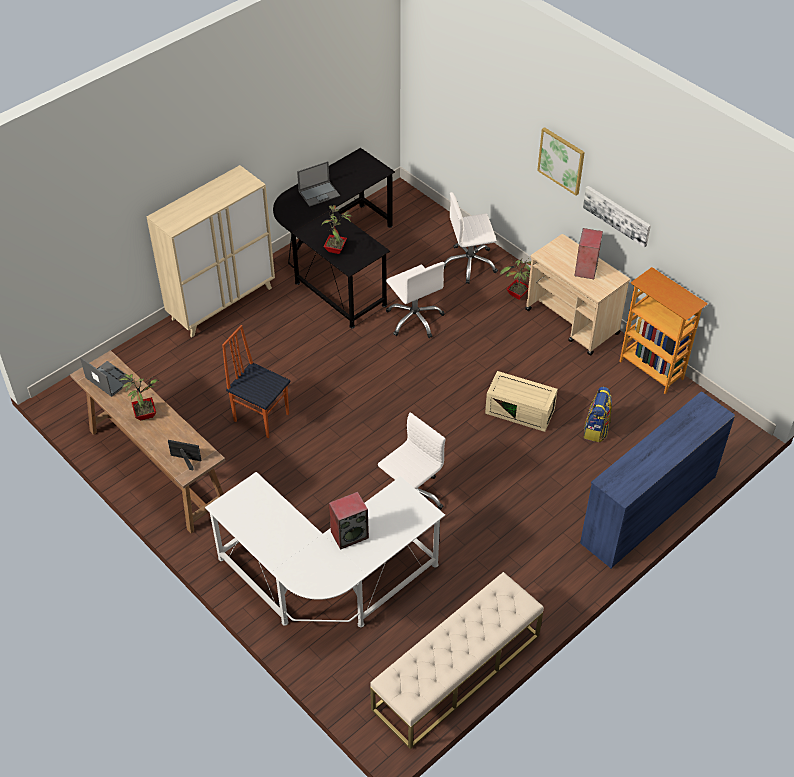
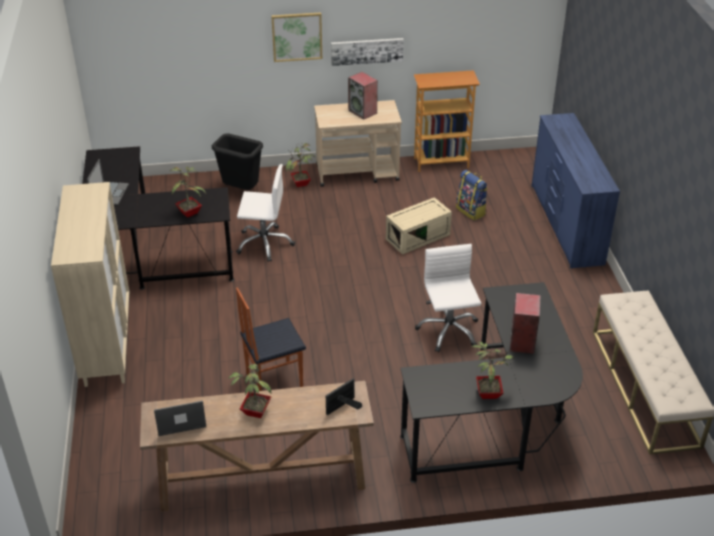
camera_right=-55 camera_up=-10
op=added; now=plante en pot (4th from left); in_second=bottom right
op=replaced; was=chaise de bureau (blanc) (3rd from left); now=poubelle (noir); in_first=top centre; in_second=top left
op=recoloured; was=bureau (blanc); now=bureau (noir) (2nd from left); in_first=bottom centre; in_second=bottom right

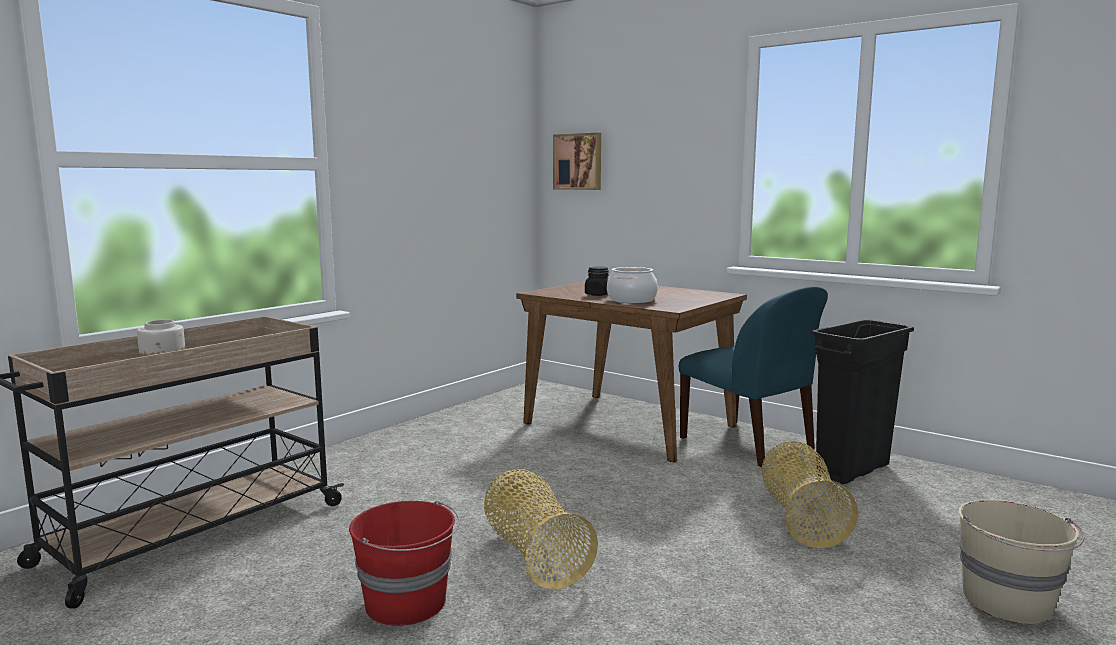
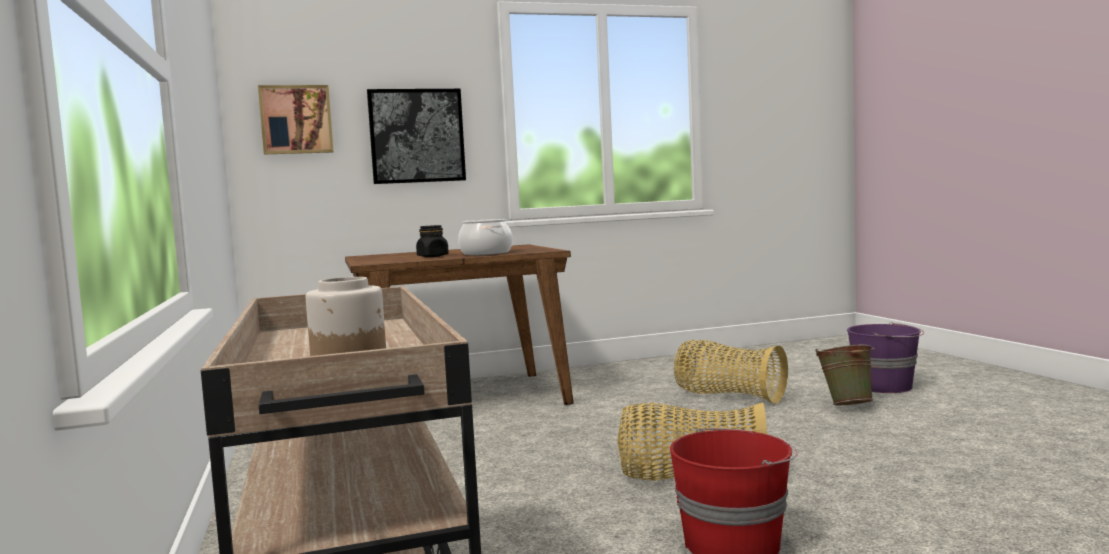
camera_right=-55 camera_up=-5
op=removed; was=chaise (bleu); in_first=middle right
op=removed; was=poubelle (noir); in_first=middle right
op=added; now=tableau (2nd from left); in_second=top centre
op=added; now=seau (vert); in_second=bottom right
op=recoloured; was=seau (beige); now=seau (violet); in_first=bottom right; in_second=middle right

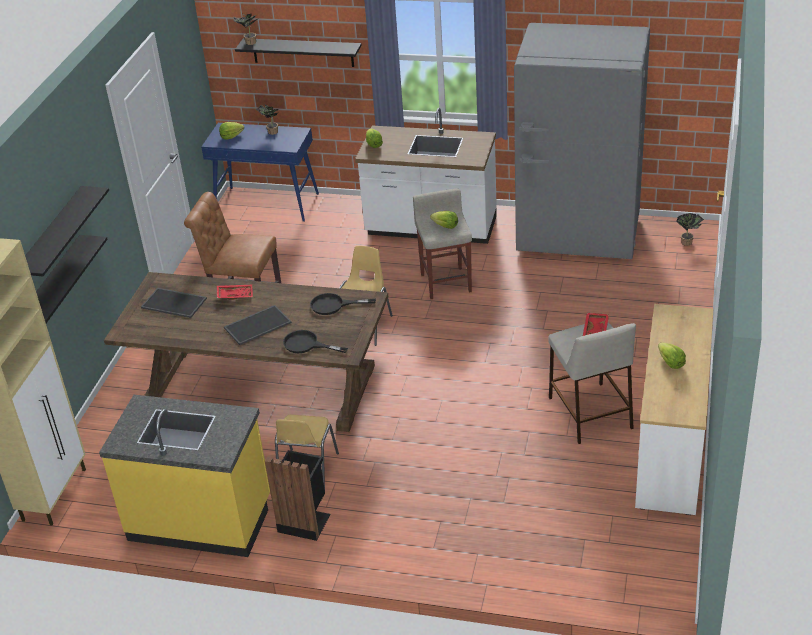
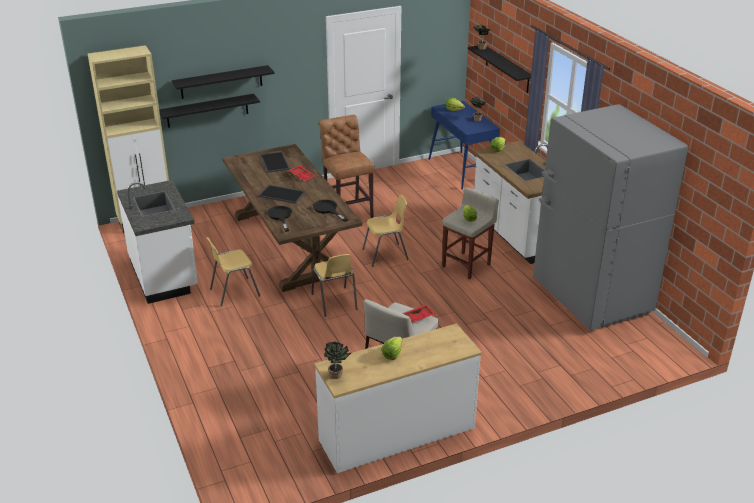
camera_right=50 camera_up=-5
op=removed; was=poubelle (noir); in_first=bottom centre
op=added; now=chaise (jaune) (2nd from left); in_second=centre
op=moved; was=plante en pot (3rd from left in the first image); now=plante en pot (1st from left); in_first=middle right; in_second=bottom centre
op=recoloured; was=comptoir de cuisine (jaune); now=comptoir de cuisine (blanc) (1st from left); in_first=bottom left; in_second=middle left

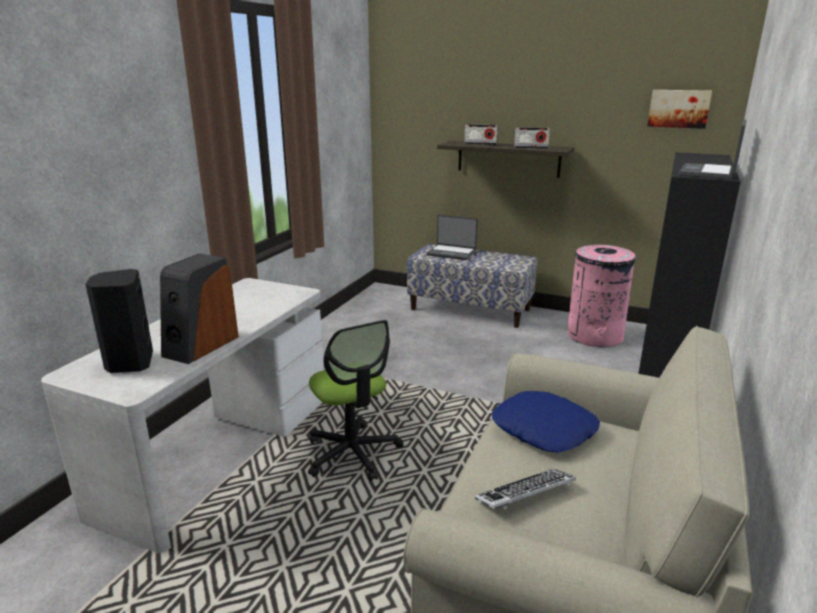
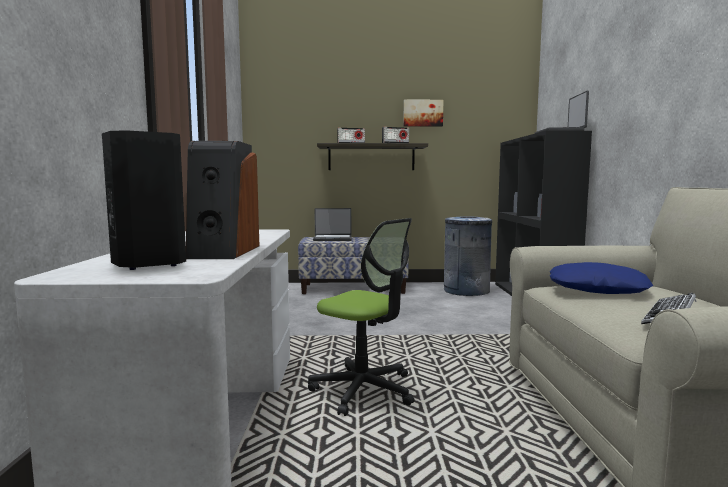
camera_right=-25 camera_up=-15
op=moved; was=tableau; in_first=top right; in_second=top centre
op=recoloured; was=poubelle (rose); now=poubelle (gris); in_first=middle right; in_second=centre

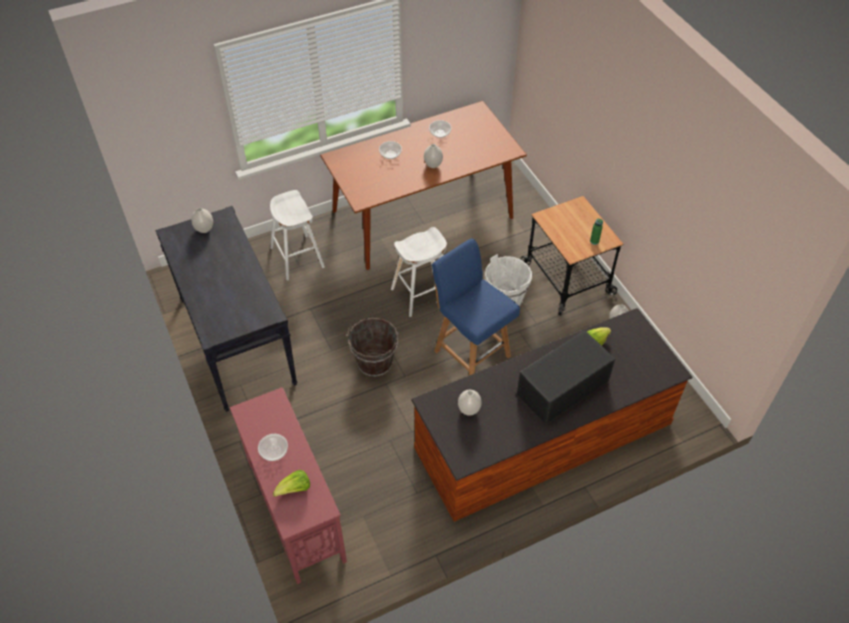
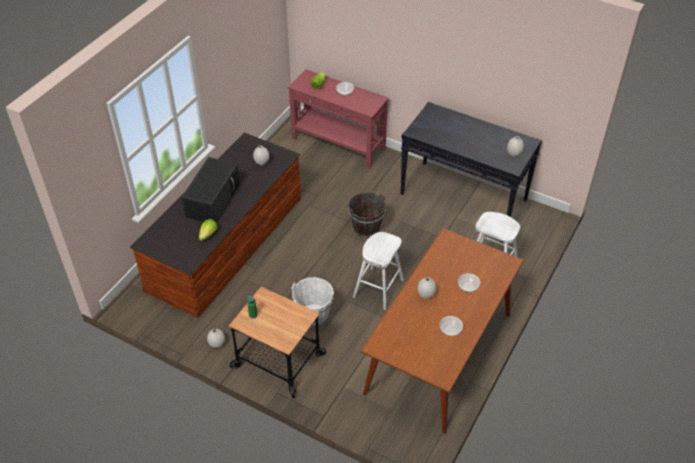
camera_right=145 camera_up=-5
op=removed; was=chaise (bleu); in_first=centre

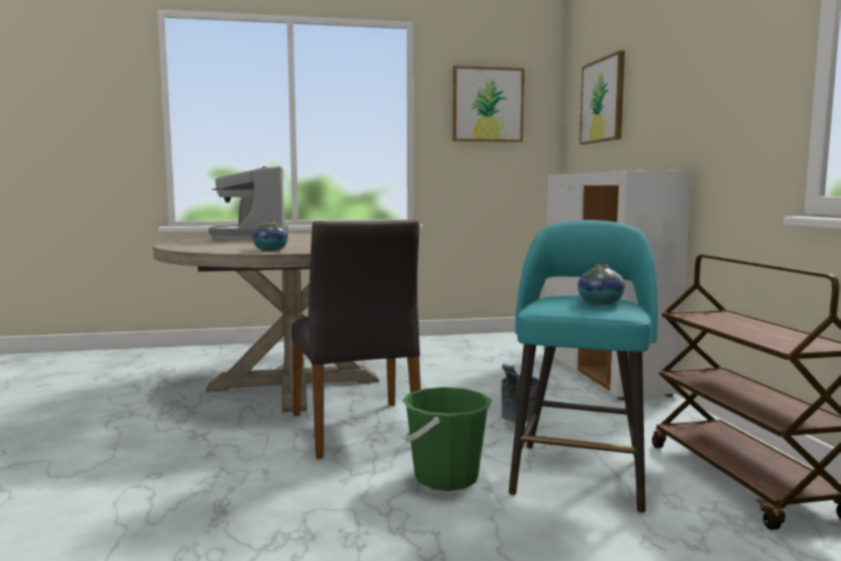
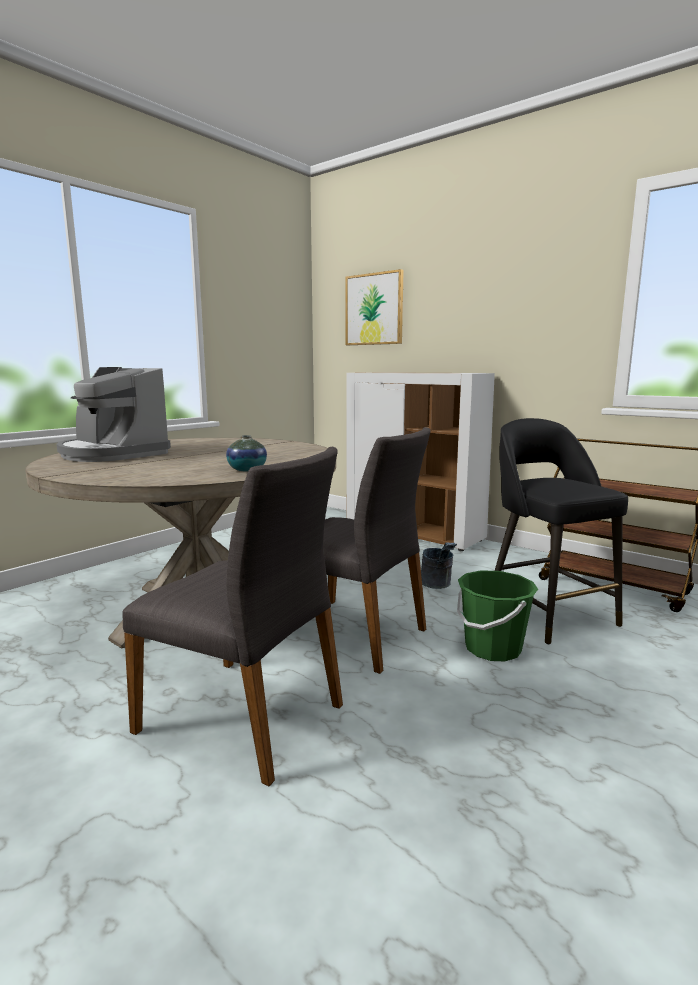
camera_right=-40 camera_up=5
op=removed; was=tableau (1st from left); in_first=top centre
op=removed; was=vase (2nd from left); in_first=middle right
op=added; now=chaise (gris) (1st from left); in_second=middle left
op=recoloured; was=tabouret (turquoise); now=tabouret (noir); in_first=middle right; in_second=middle right

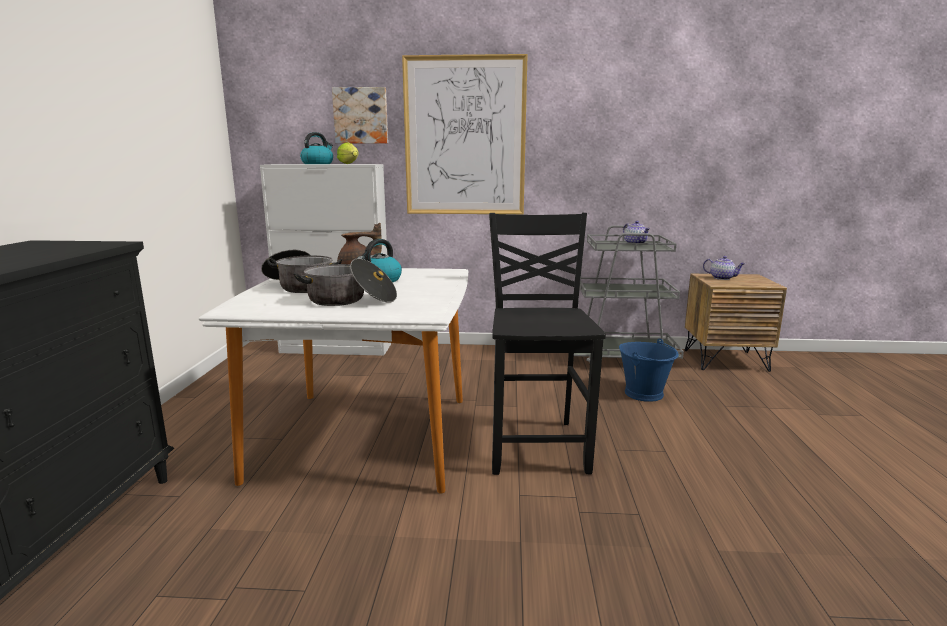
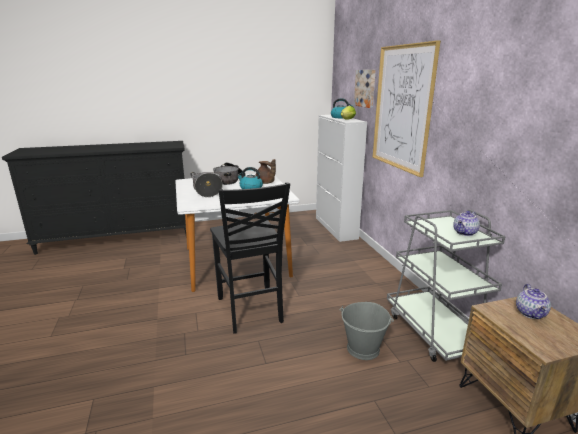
camera_right=70 camera_up=5
op=recoloured; was=seau (bleu); now=seau (gris); in_first=middle right; in_second=bottom centre
op=turned; was=chaise (noir); in_first=centre; in_second=centre; clockwise=90

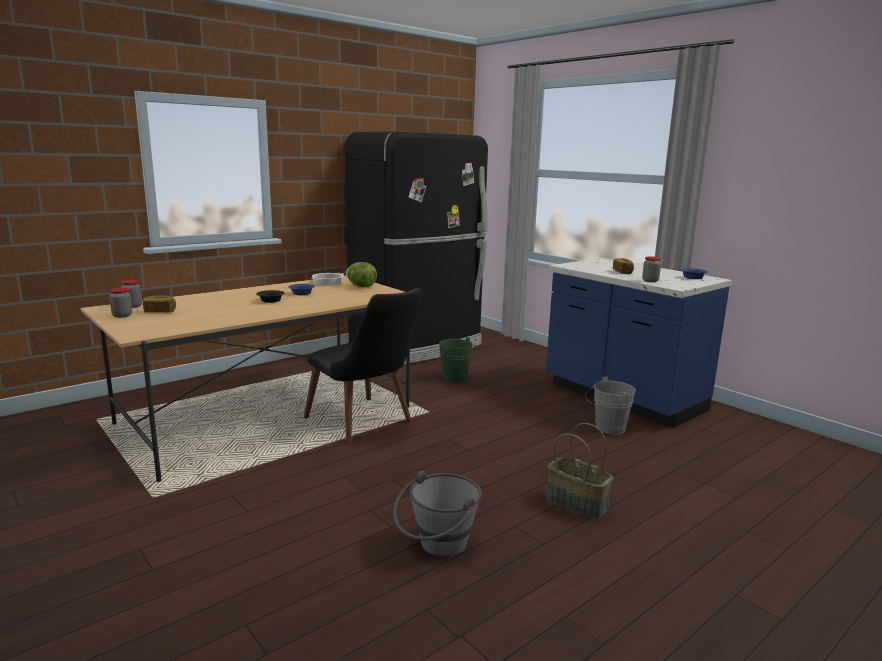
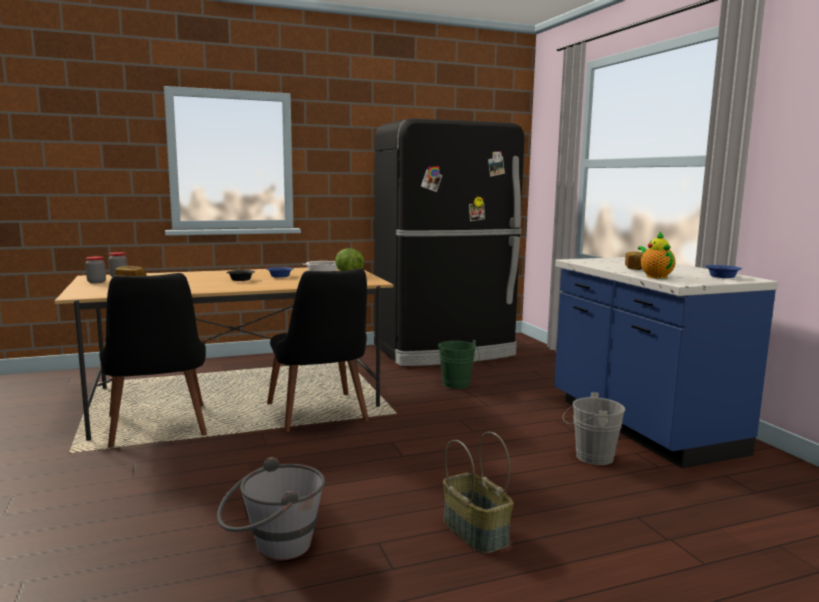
camera_right=20 camera_up=-5
op=added; now=chaise (noir) (1st from left); in_second=middle left
op=replaced; was=bocal (3rd from left); now=théière; in_first=middle right; in_second=middle right

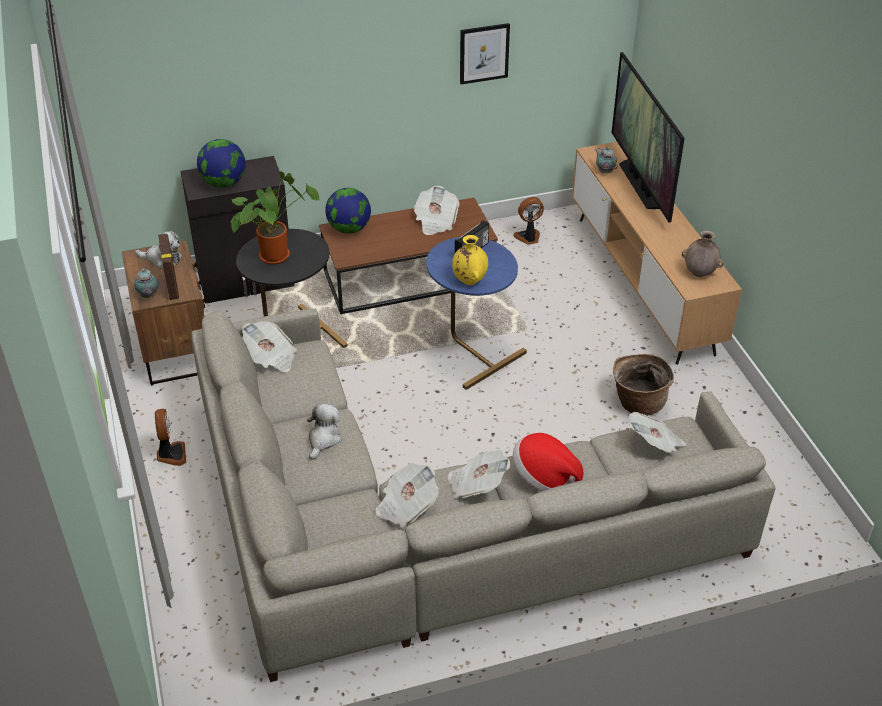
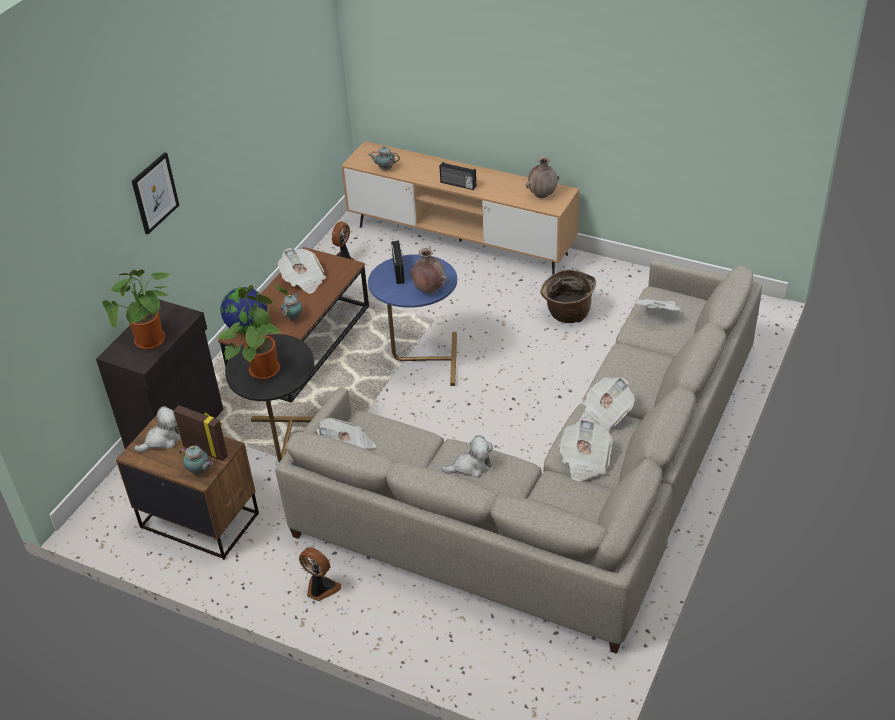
camera_right=-45 camera_up=0
op=removed; was=chapeau; in_first=centre
op=removed; was=téléviseur; in_first=top right
op=added; now=théière (2nd from left); in_second=middle left
op=added; now=radio (2nd from left); in_second=top centre
op=moved; was=tableau; in_first=top centre; in_second=top left
op=replaced; was=globe (1st from left); now=plante en pot (1st from left); in_first=top left; in_second=middle left
op=recoloured; was=vase (jaune); now=vase (marron) (1st from left); in_first=centre; in_second=centre
op=turned; was=peluche (2nd from left); in_first=centre; in_second=centre; clockwise=105

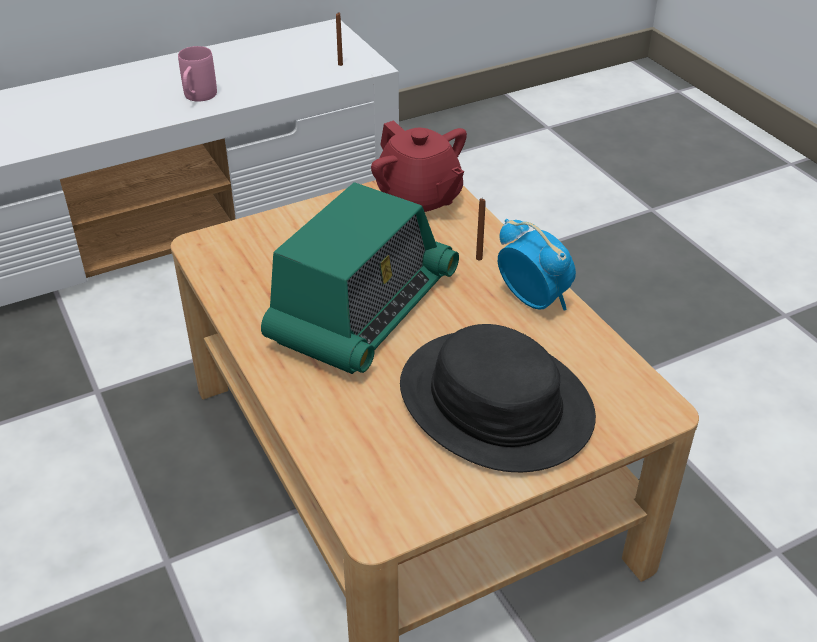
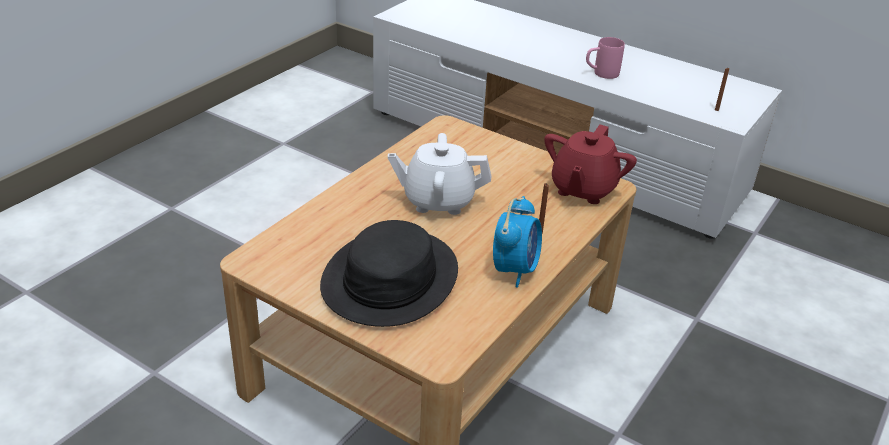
camera_right=60 camera_up=-5
op=replaced; was=radio; now=théière (blanc); in_first=centre; in_second=centre

